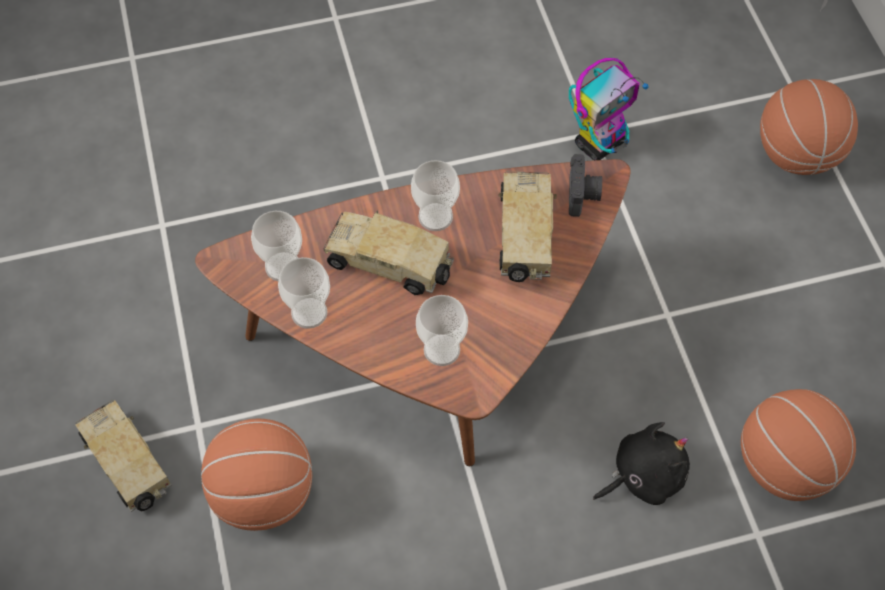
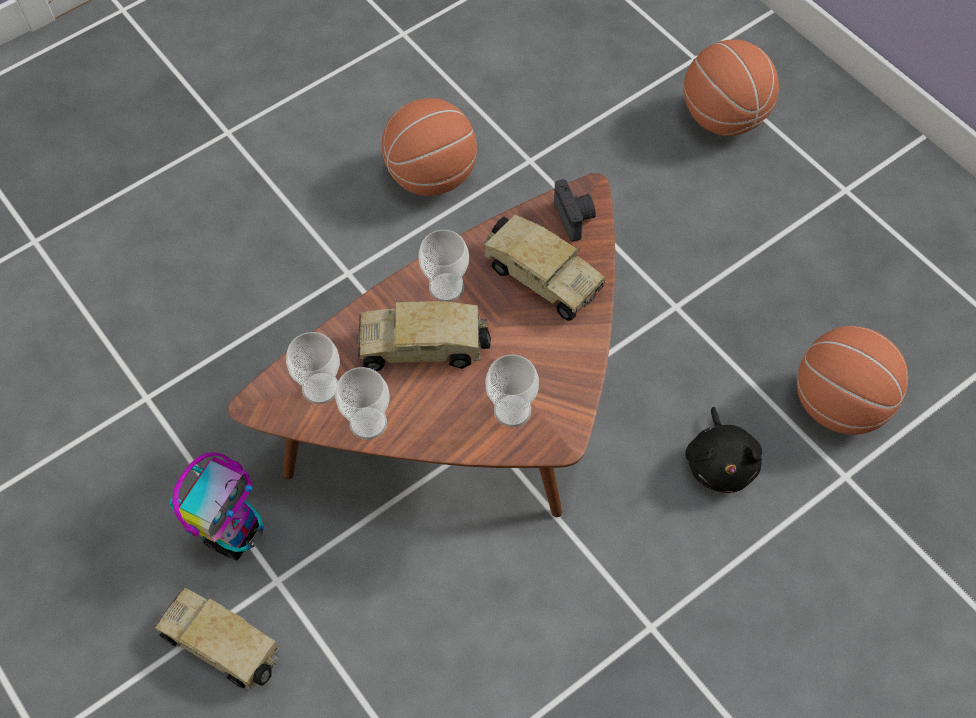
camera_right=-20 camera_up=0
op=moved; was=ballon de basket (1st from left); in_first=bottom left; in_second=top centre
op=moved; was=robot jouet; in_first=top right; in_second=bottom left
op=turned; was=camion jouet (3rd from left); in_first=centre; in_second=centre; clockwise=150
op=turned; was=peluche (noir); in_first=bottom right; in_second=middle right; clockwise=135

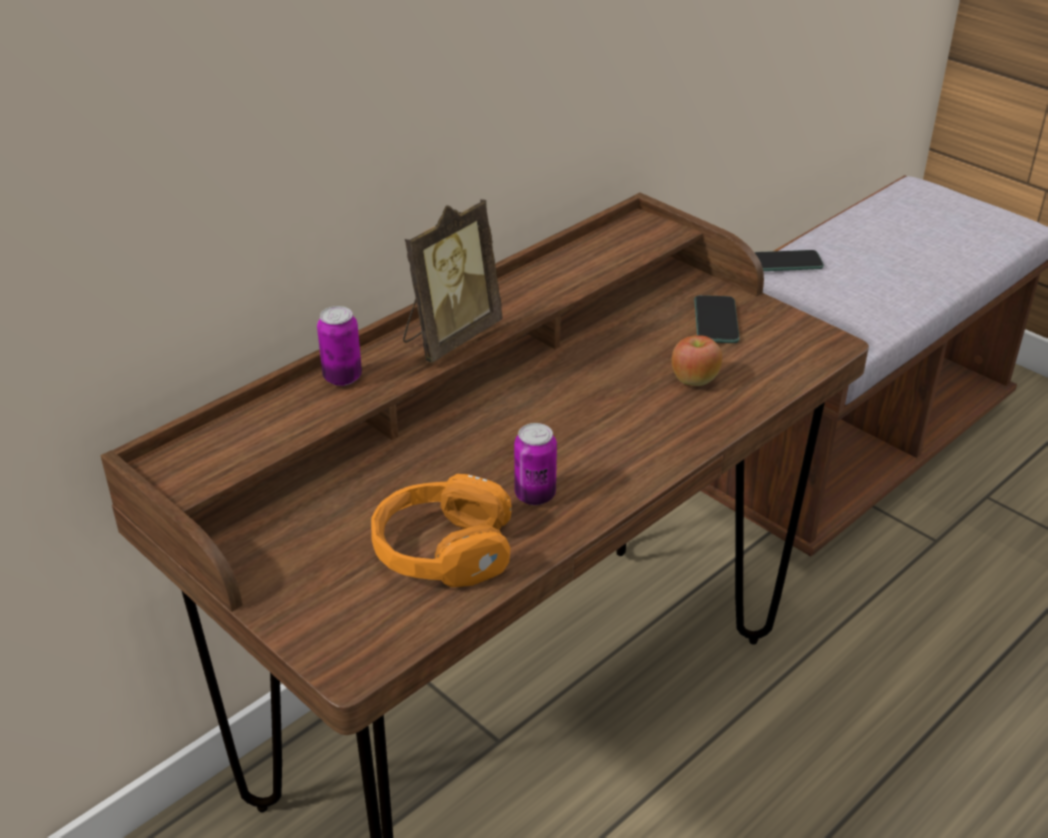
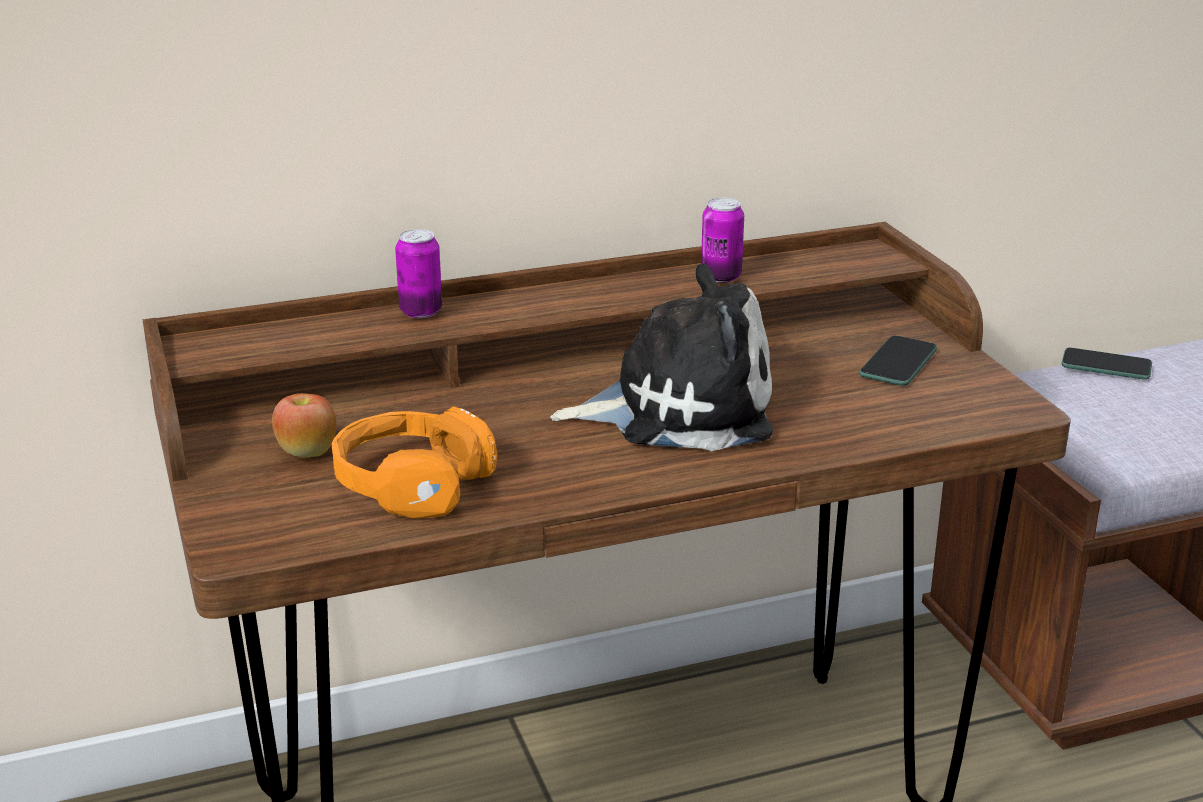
camera_right=25 camera_up=-10
op=removed; was=cadre photo; in_first=centre
op=added; now=peluche; in_second=centre
op=moved; was=boîte métallique (2nd from left); in_first=centre; in_second=top centre
op=moved; was=pomme; in_first=centre; in_second=middle left

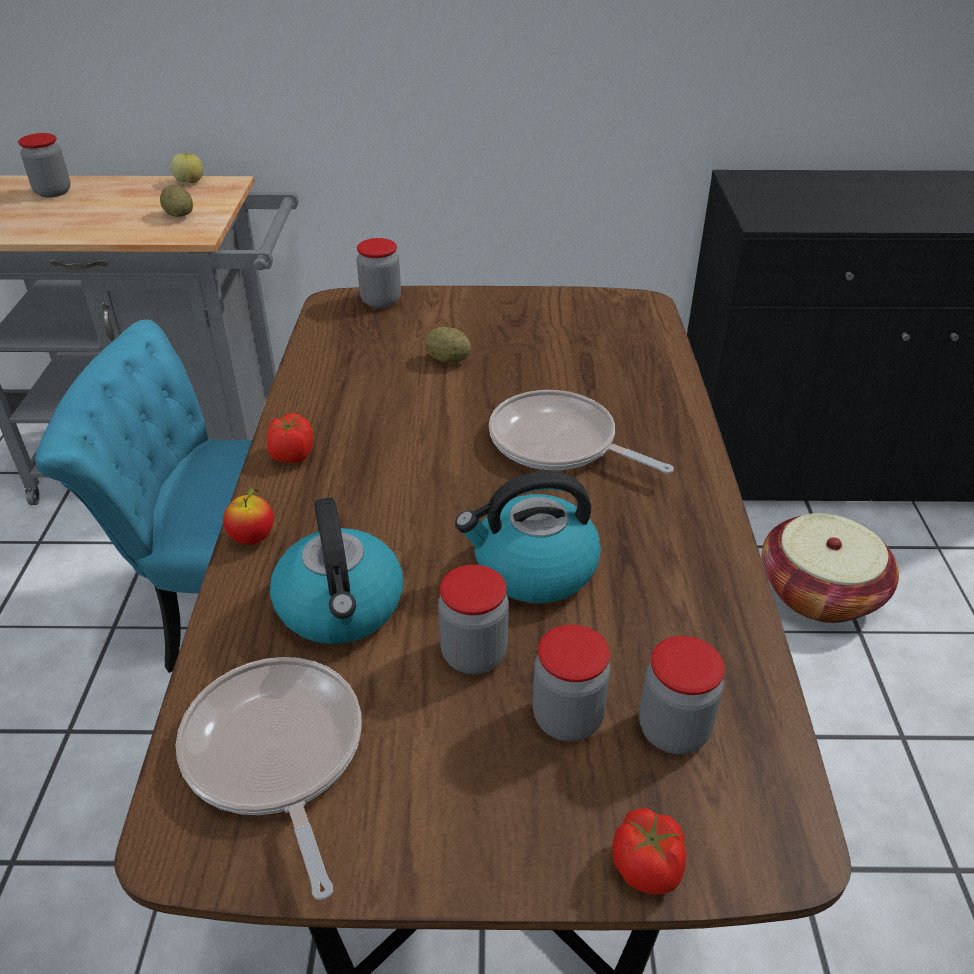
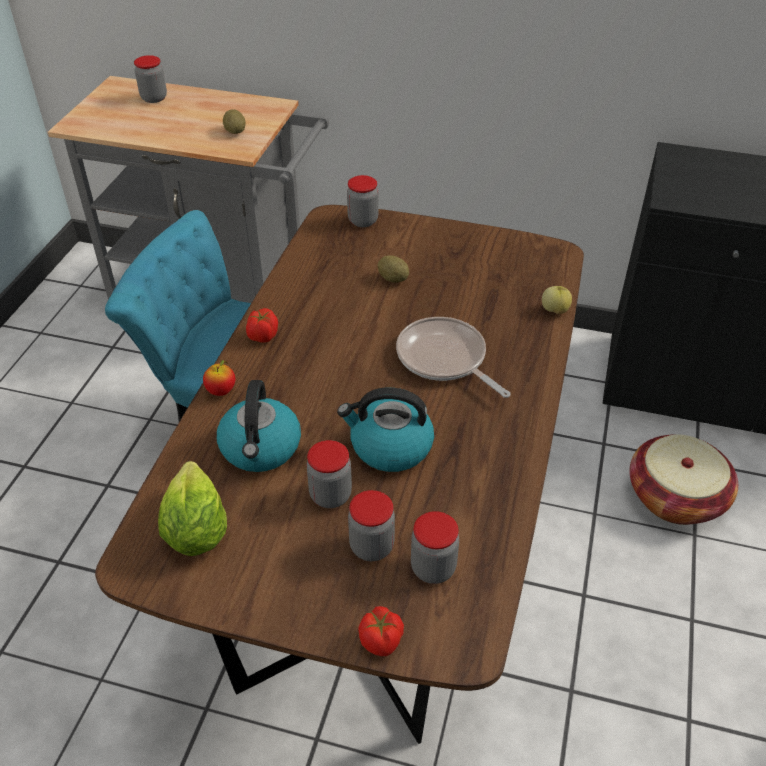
camera_right=15 camera_up=5
op=moved; was=pomme (1st from left in the first image); now=pomme (2nd from left); in_first=top left; in_second=middle right
op=replaced; was=poêle (1st from left); now=laitue; in_first=bottom left; in_second=middle left

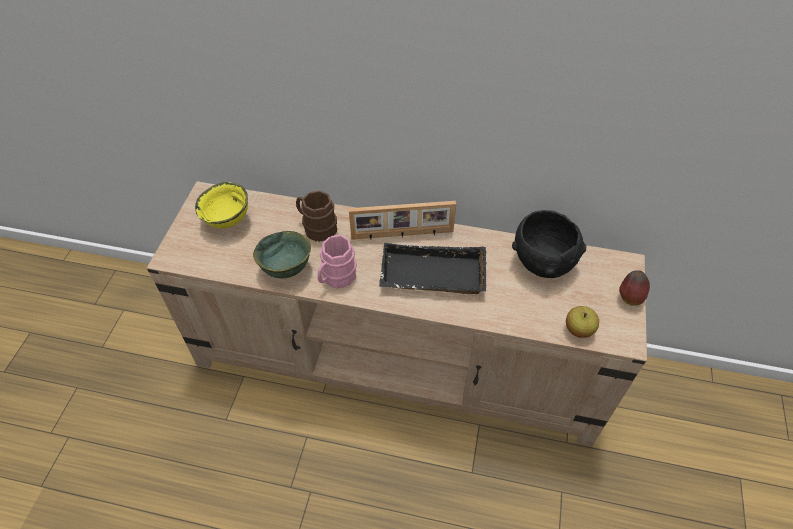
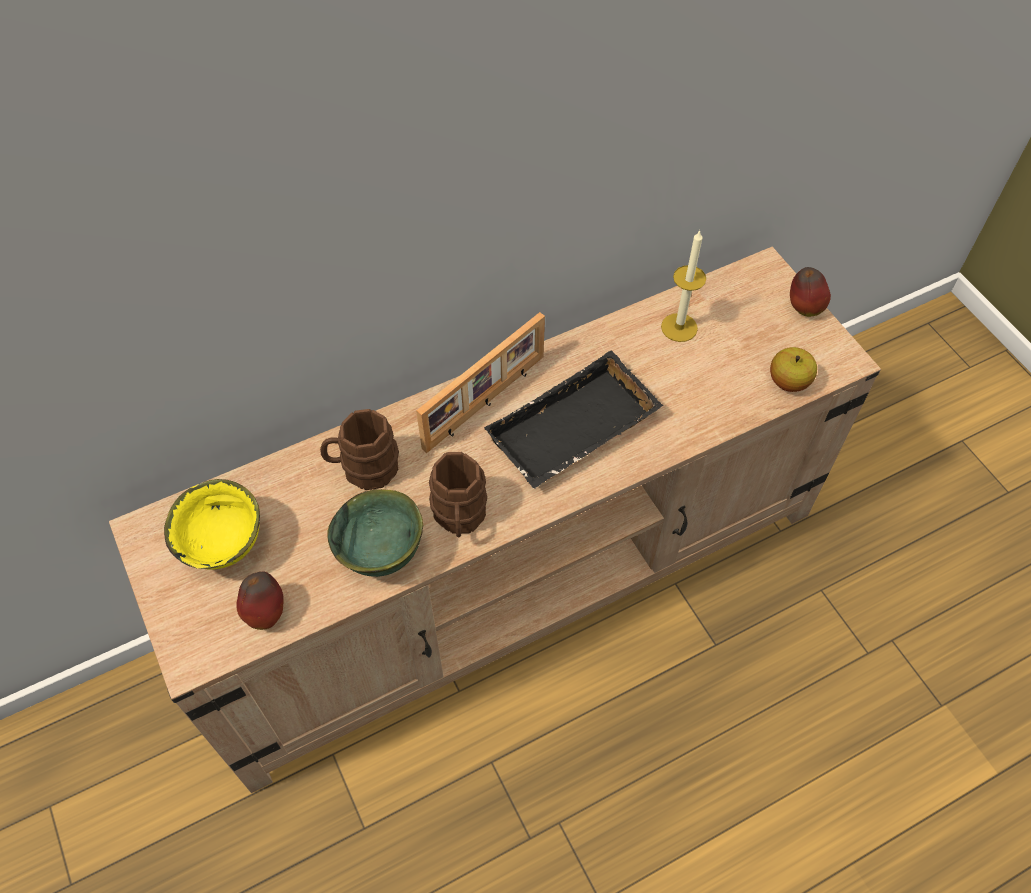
camera_right=-40 camera_up=5
op=added; now=pomme (1st from left); in_second=bottom left
op=replaced; was=bol (noir); now=bougie; in_first=middle right; in_second=top centre
op=recoloured; was=mug (rose); now=mug (marron) (2nd from left); in_first=centre; in_second=centre

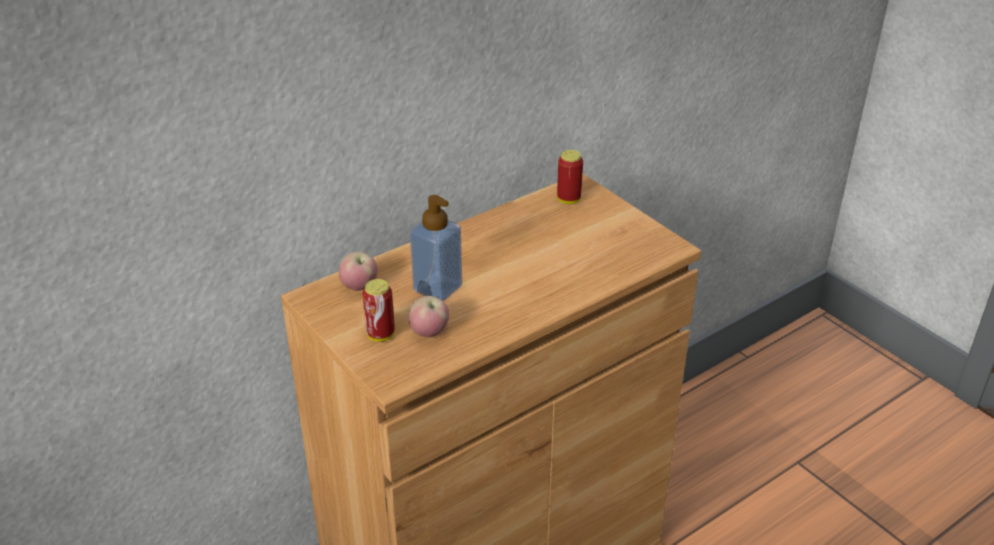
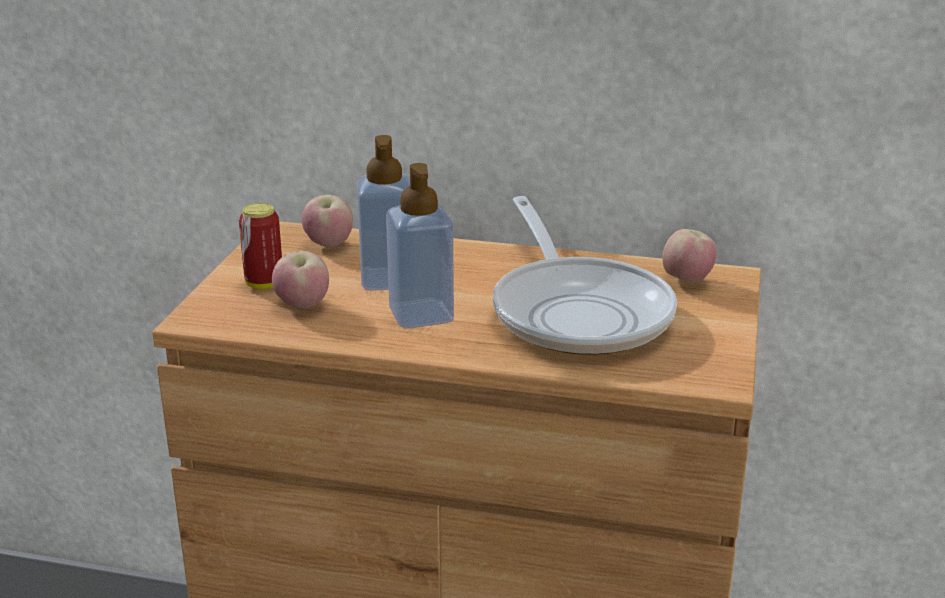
camera_right=50 camera_up=-10
op=added; now=distributeur de savon (2nd from left); in_second=centre
op=added; now=poêle; in_second=centre
op=replaced; was=boîte métallique (2nd from left); now=pomme (3rd from left); in_first=top centre; in_second=middle right

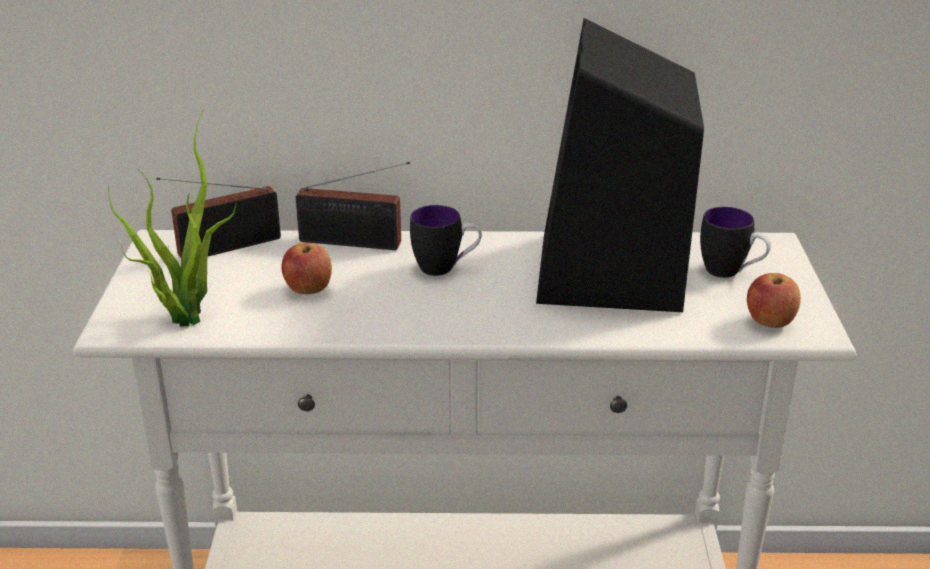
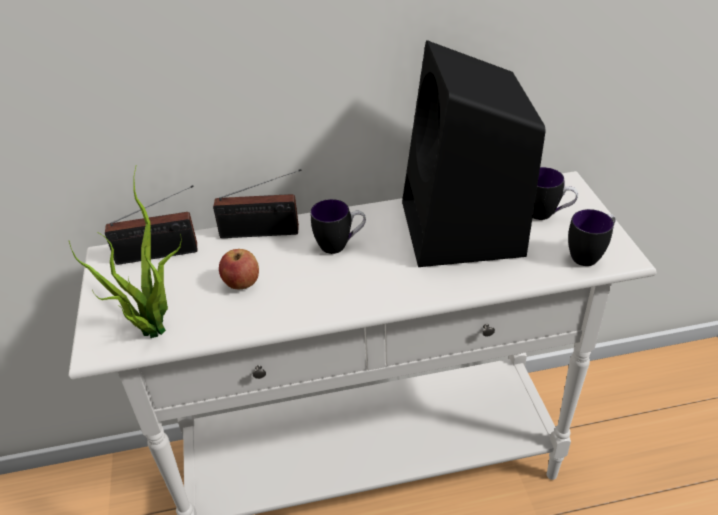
camera_right=-10 camera_up=10
op=replaced; was=pomme (2nd from left); now=mug (3rd from left); in_first=middle right; in_second=middle right
op=turned; was=radio (1st from left); in_first=middle left; in_second=middle left; clockwise=-150

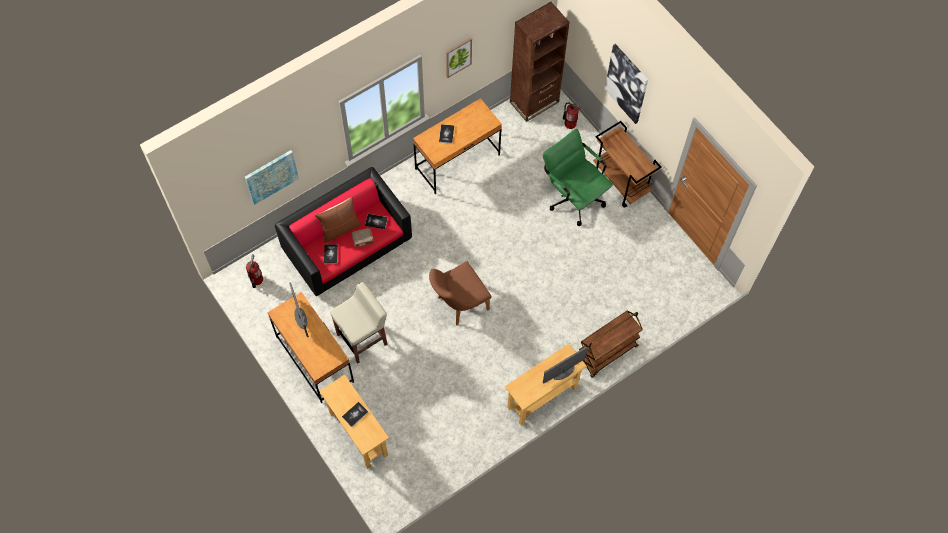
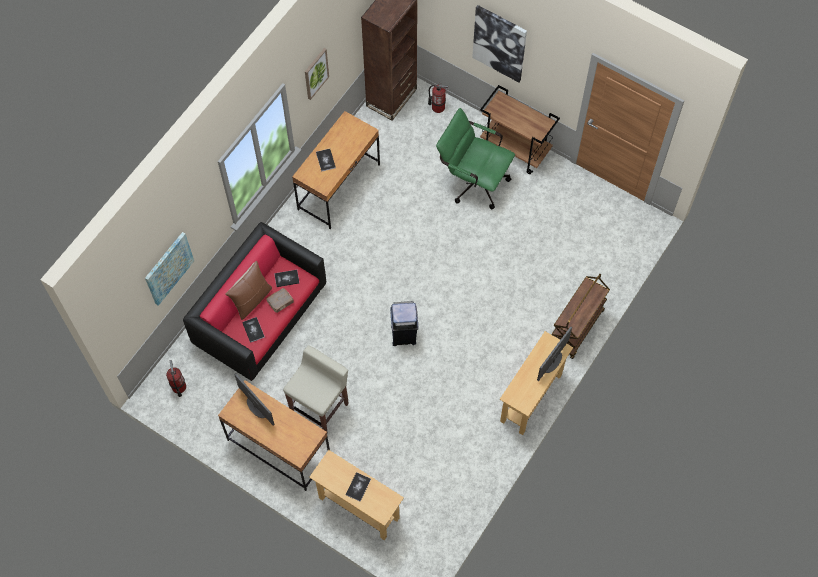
camera_right=-20 camera_up=0
op=replaced; was=chaise (marron); now=poubelle (bleu); in_first=centre; in_second=centre

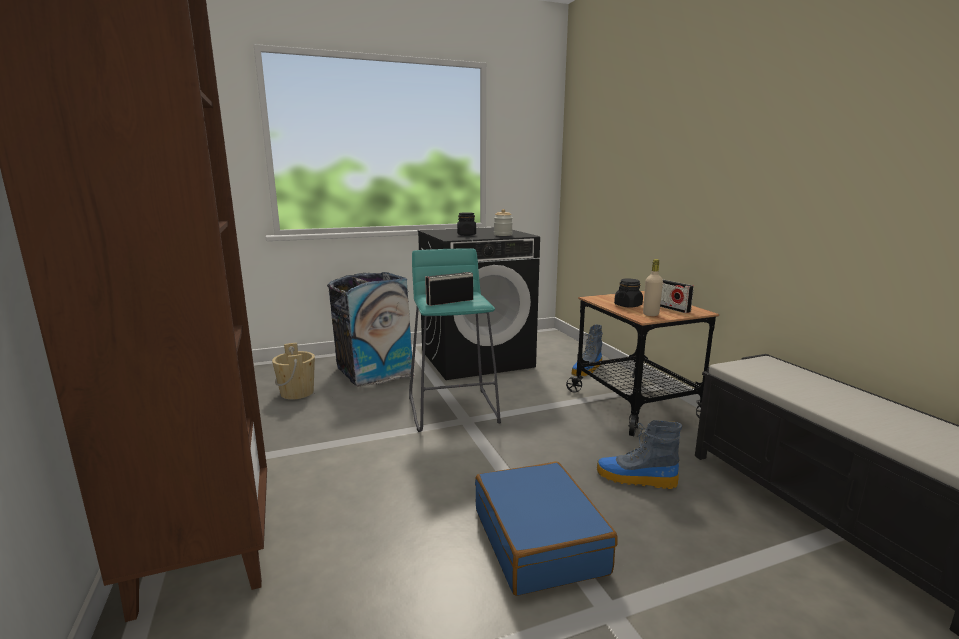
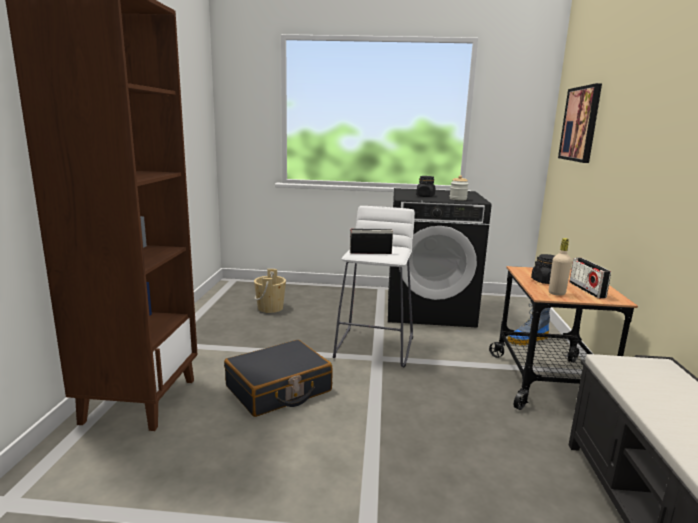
camera_right=25 camera_up=0
op=removed; was=poubelle; in_first=centre
op=removed; was=valise (bleu); in_first=bottom centre
op=removed; was=botte (2nd from left); in_first=bottom centre
op=added; now=valise (noir); in_second=bottom centre
op=added; now=tableau; in_second=top right
op=recoloured; was=tabouret (turquoise); now=tabouret (blanc); in_first=centre; in_second=centre

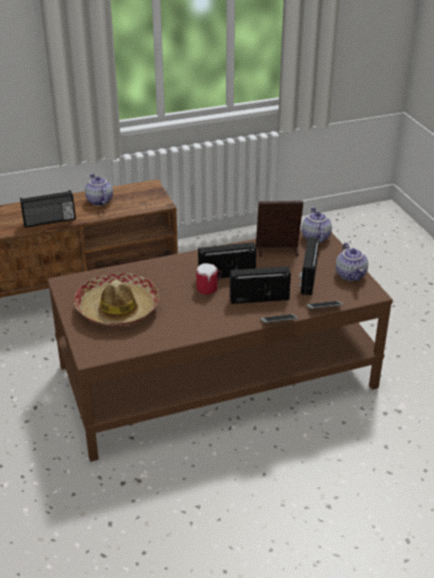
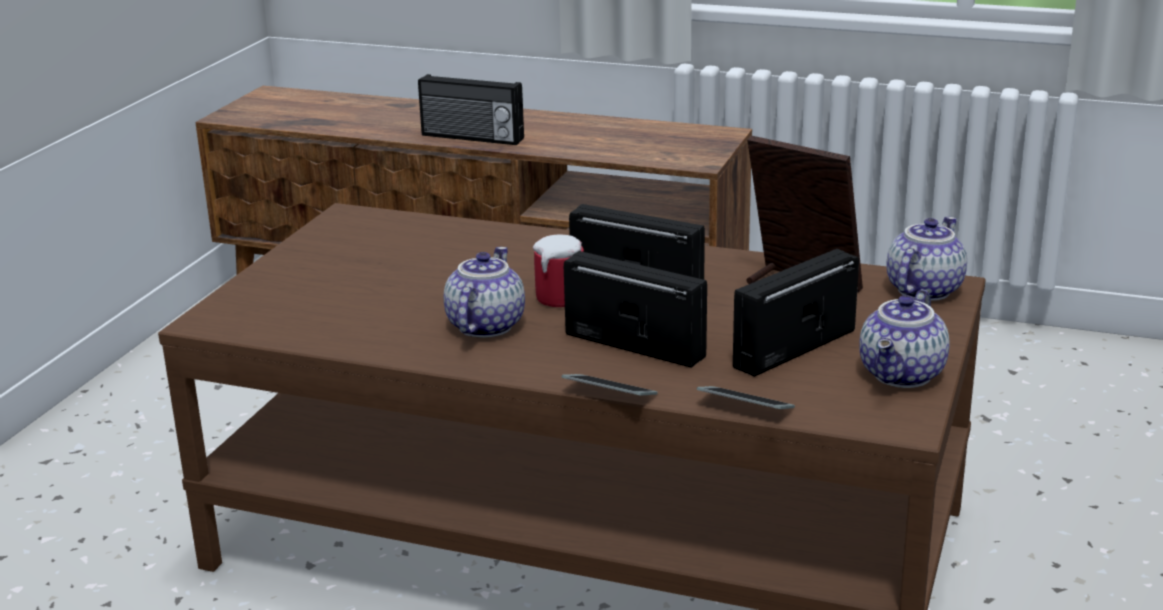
camera_right=40 camera_up=-10
op=removed; was=chapeau; in_first=middle left
op=moved; was=théière (1st from left); in_first=top left; in_second=centre

